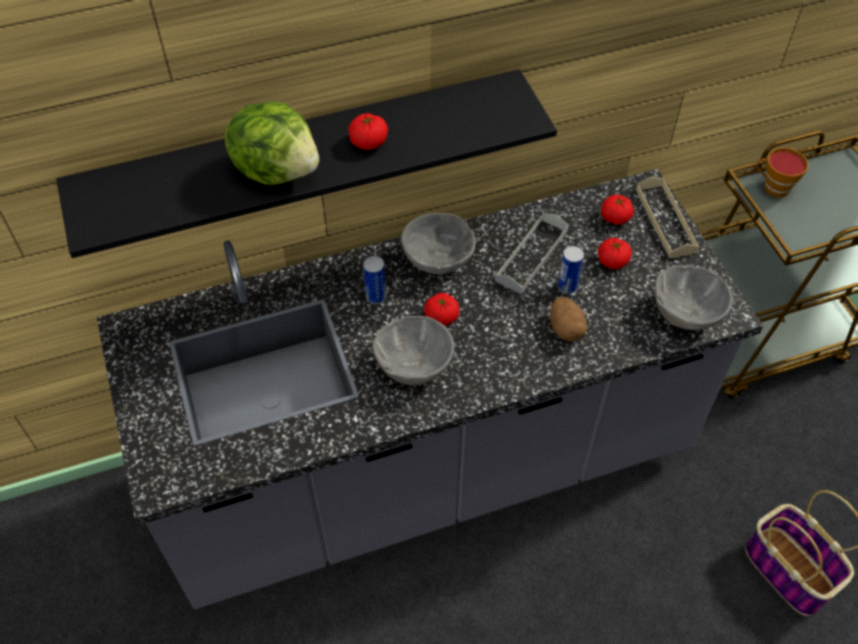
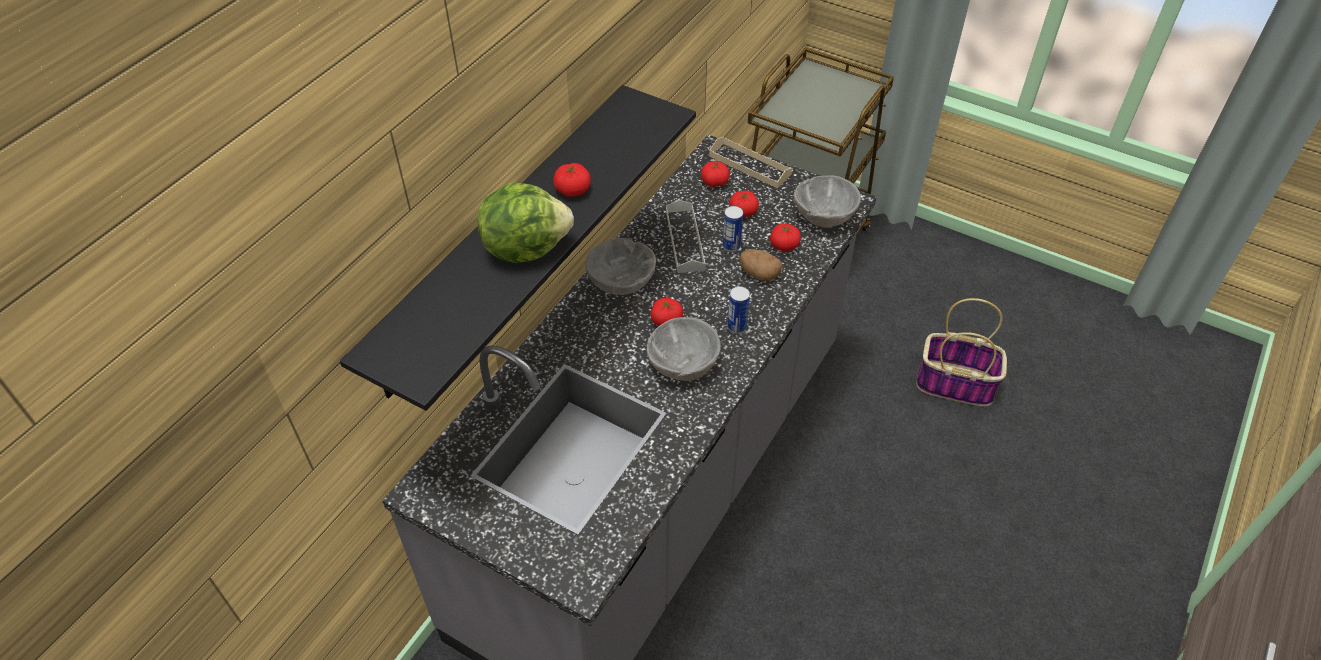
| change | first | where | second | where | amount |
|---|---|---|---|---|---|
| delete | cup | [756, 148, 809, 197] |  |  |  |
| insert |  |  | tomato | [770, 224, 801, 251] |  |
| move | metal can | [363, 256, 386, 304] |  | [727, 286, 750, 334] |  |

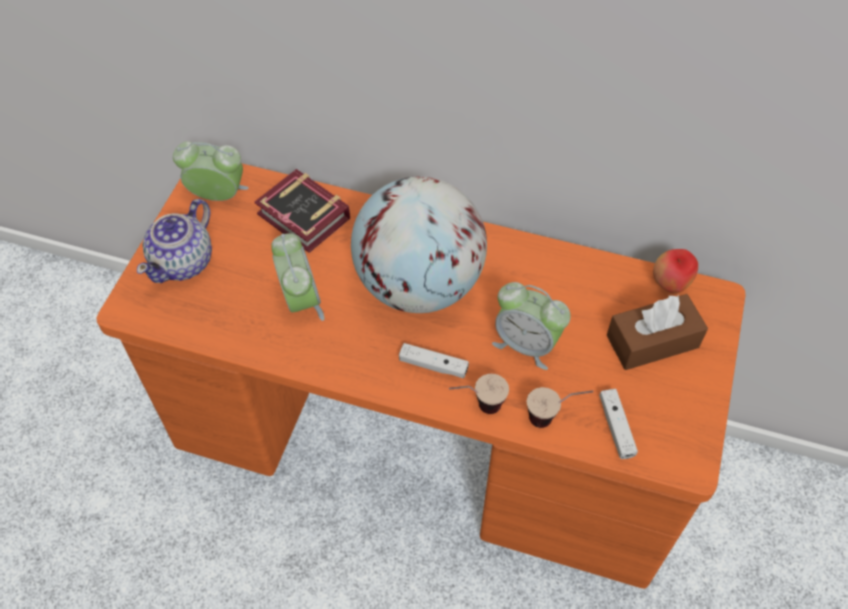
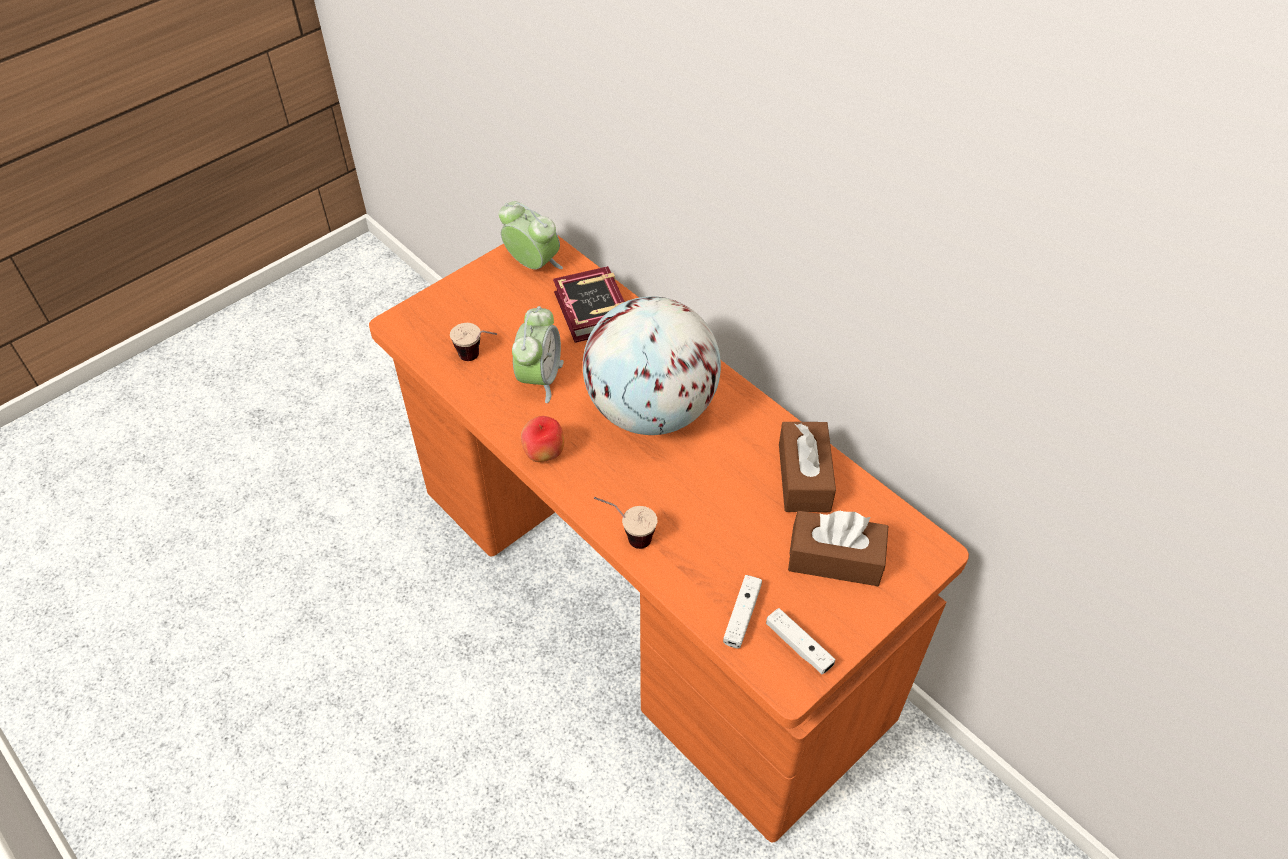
| change | first | where | second | where | amount |
|---|---|---|---|---|---|
| delete | pot for tea | [137, 199, 212, 283] |  |  |  |
| delete | alarm clock | [492, 282, 571, 370] |  |  |  |
| insert |  |  | brown-coloured box of tissues | [779, 422, 836, 512] |  |
| move | whitish joypad | [399, 343, 469, 378] |  | [766, 608, 836, 674] |  |
| move | cup | [527, 387, 593, 428] |  | [450, 323, 497, 361] |  |
| move | apple | [653, 249, 698, 294] |  | [521, 416, 564, 462] |  |

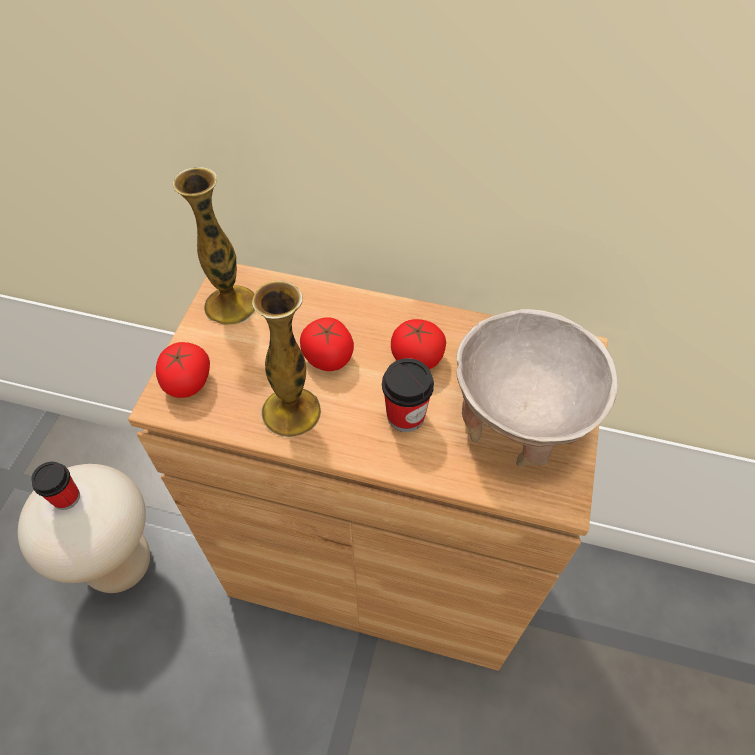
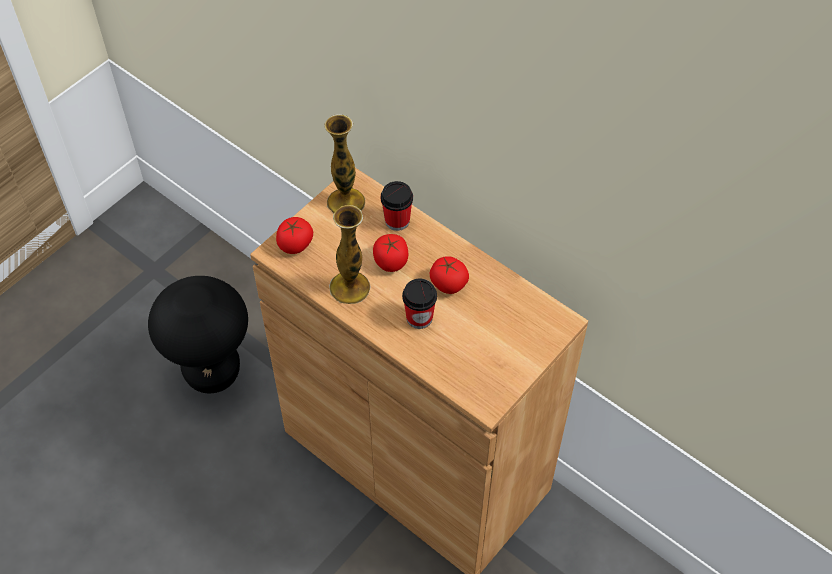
| change | first | where | second | where | amount |
|---|---|---|---|---|---|
| delete | sand-coloured serving bowl | [456, 309, 618, 466] |  |  |  |
| move | cup | [31, 462, 80, 510] |  | [381, 181, 413, 231] |  |
| recolor | sand-coloured stool seat | [18, 464, 150, 593] | black stool seat | [148, 276, 248, 393] |  |

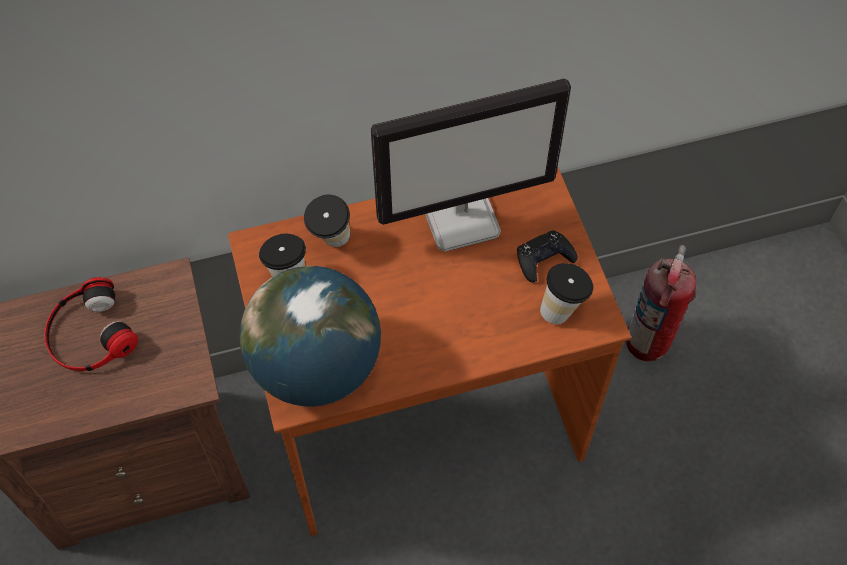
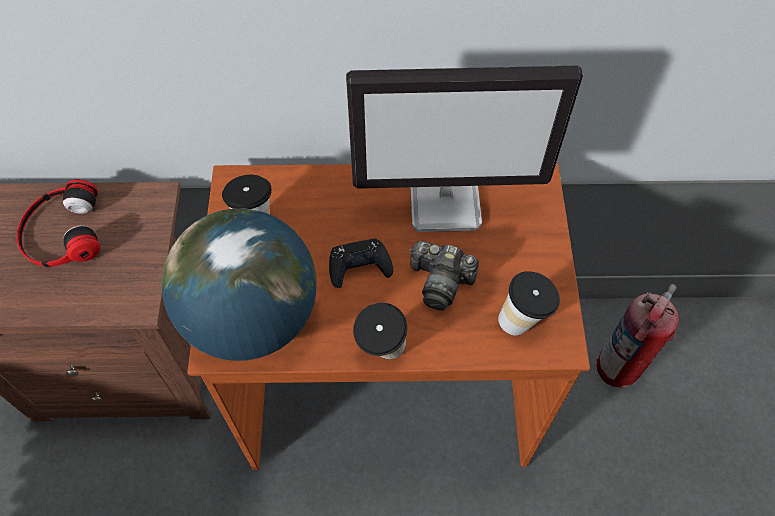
| change | first | where | second | where | amount |
|---|---|---|---|---|---|
| insert |  |  | still camera | [409, 241, 479, 310] |  |
| move | cup | [304, 195, 350, 247] |  | [353, 303, 407, 359] |  |
| move | black joypad | [517, 230, 578, 283] |  | [329, 239, 393, 288] |  |

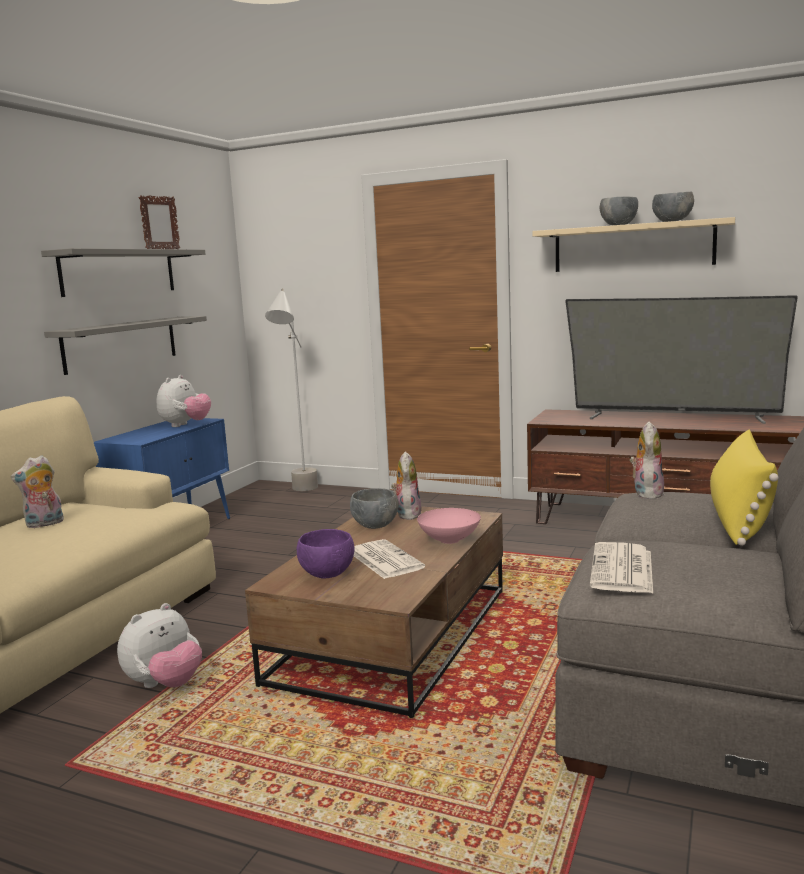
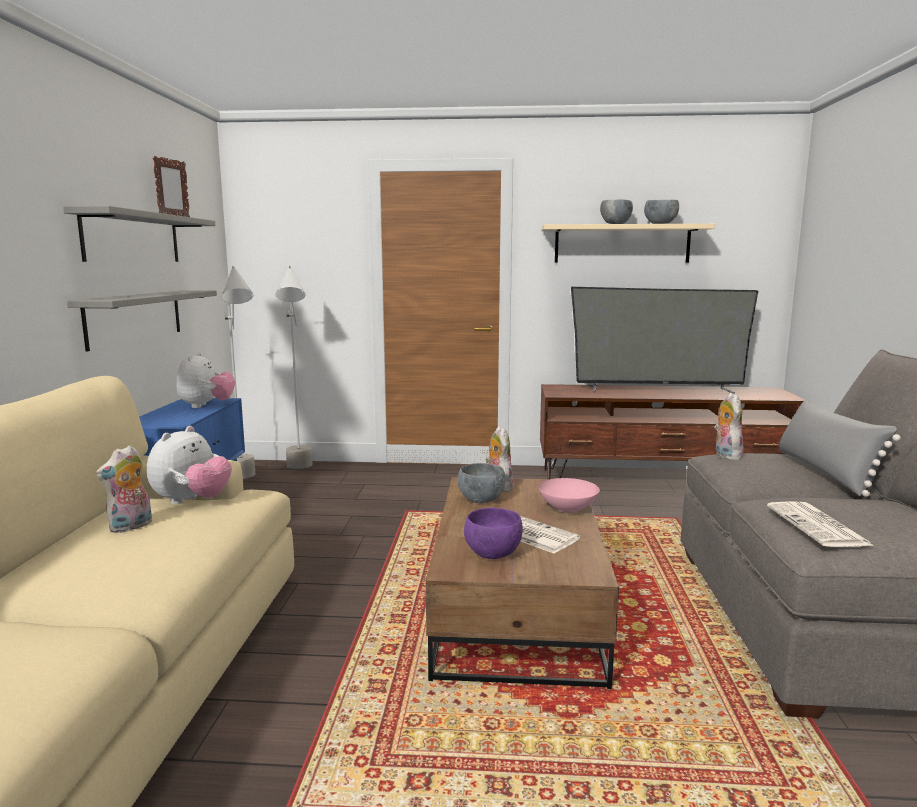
| change | first | where | second | where | amount |
|---|---|---|---|---|---|
| insert |  |  | grey standard lamp | [222, 266, 255, 479] |  |
| move | plush toy | [117, 603, 202, 688] |  | [147, 426, 232, 504] |  |
| recolor | yellowish cushion | [710, 429, 779, 546] | grey cushion | [779, 398, 901, 497] |  |

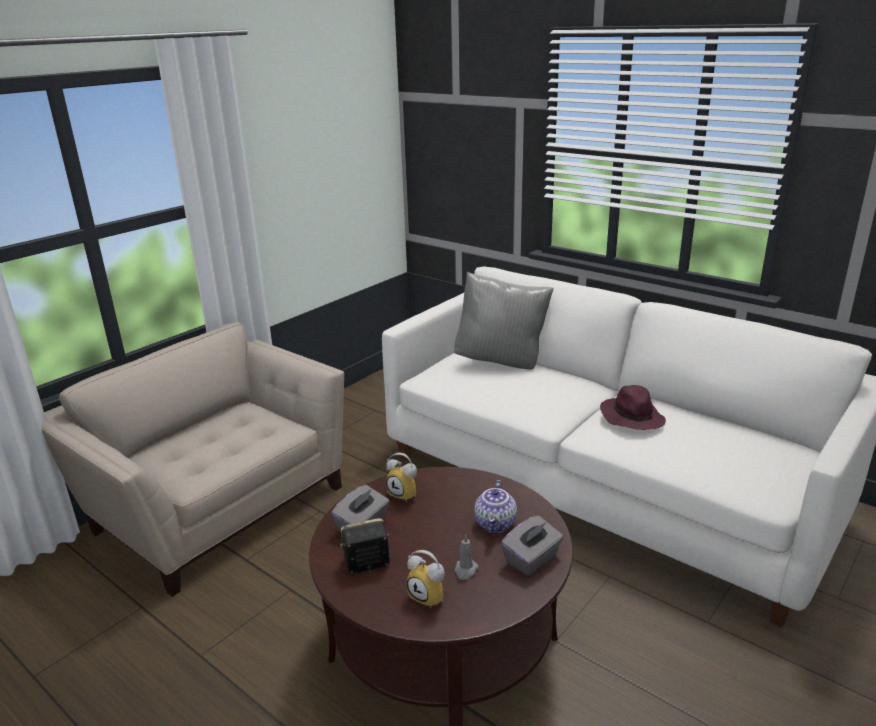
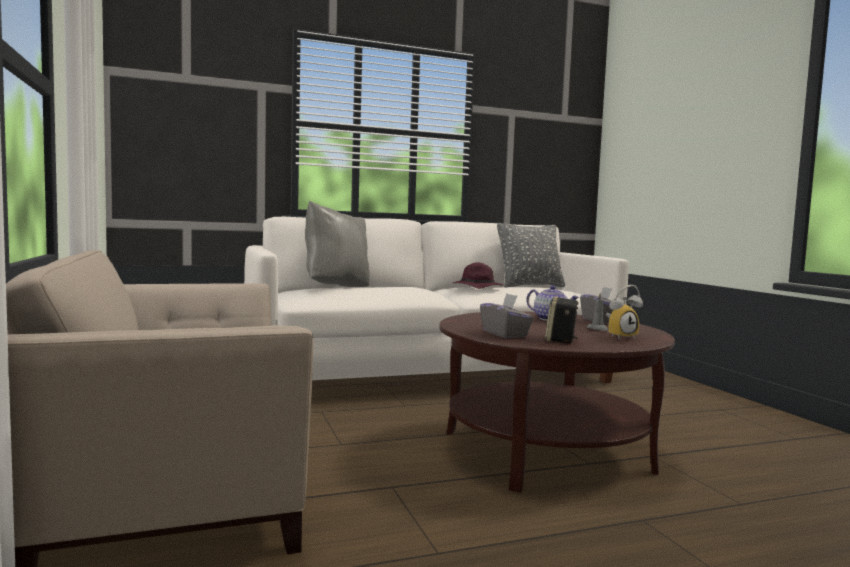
| change | first | where | second | where | amount |
|---|---|---|---|---|---|
| delete | alarm clock | [386, 453, 417, 501] |  |  |  |
| insert |  |  | grey cushion | [497, 223, 565, 288] |  |

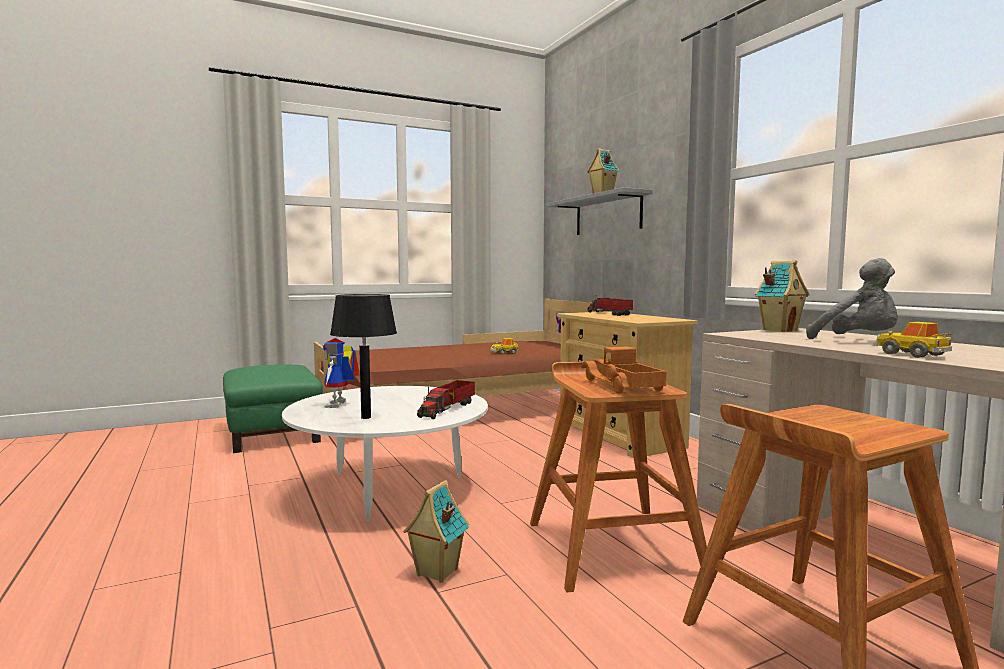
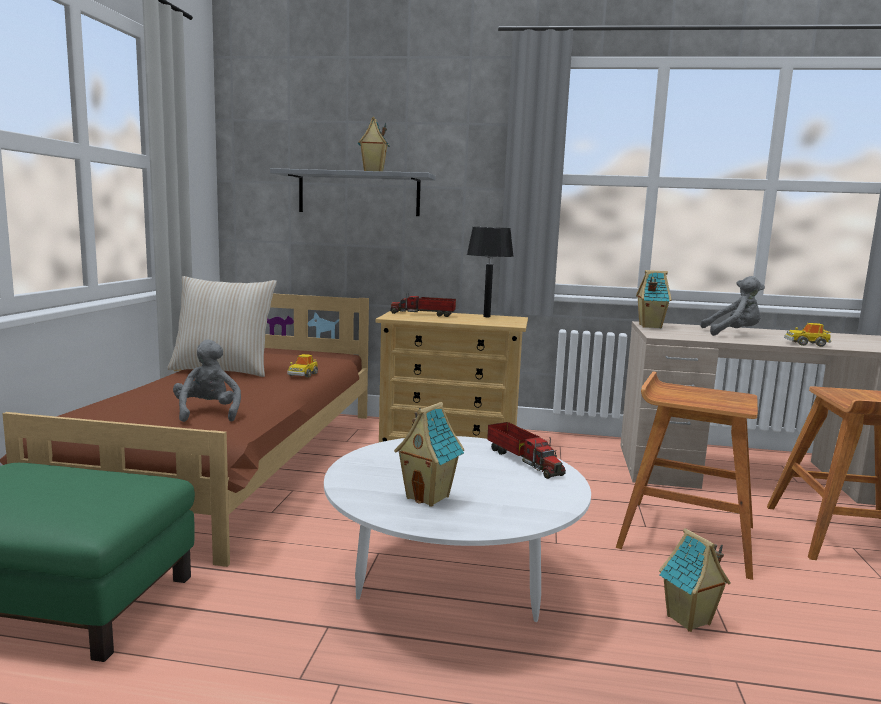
| change | first | where | second | where | amount |
|---|---|---|---|---|---|
| delete | toy lorry | [581, 346, 668, 394] |  |  |  |
| insert |  |  | sand-coloured cushion | [167, 276, 277, 377] |  |
| insert |  |  | grey plush toy | [173, 339, 241, 422] |  |
| move | black tabletop lamp | [330, 294, 397, 419] |  | [467, 227, 514, 317] |  |
| replace | toy robot | [323, 338, 360, 408] | model house | [394, 402, 464, 506] |  |

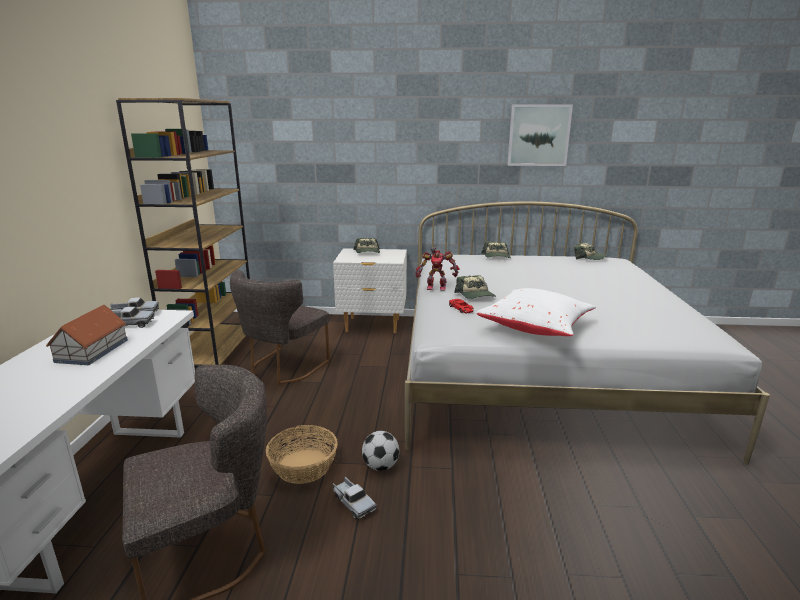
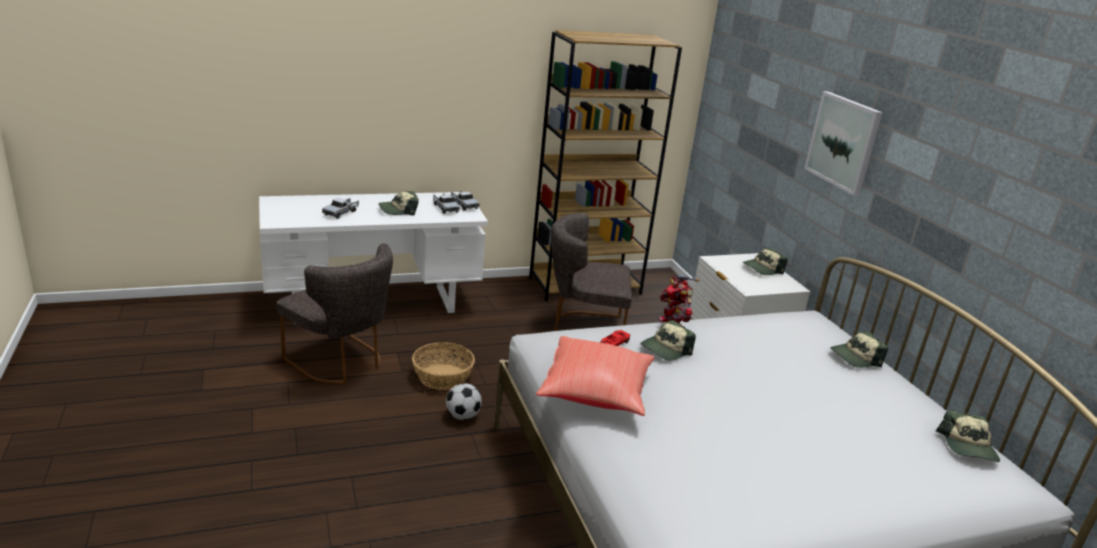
| change | first | where | second | where | amount |
|---|---|---|---|---|---|
| move | toy lorry | [333, 477, 376, 519] |  | [322, 198, 359, 219] |  |
| move | picture | [507, 104, 573, 166] |  | [804, 91, 883, 196] |  |
| replace | model house | [46, 305, 128, 365] | peaked cap | [378, 191, 419, 216] |  |
| recolor | whitish cushion | [476, 288, 596, 336] | red cushion | [536, 336, 655, 416] |  |

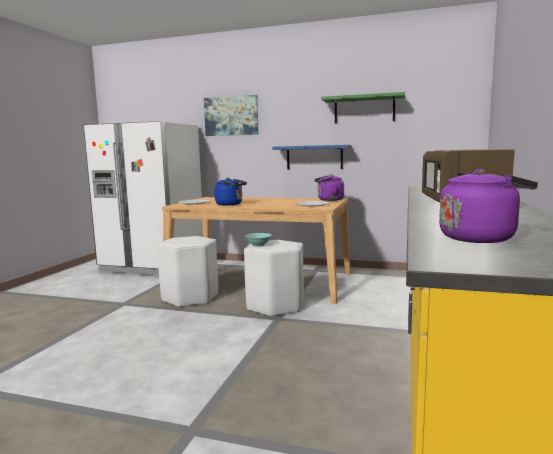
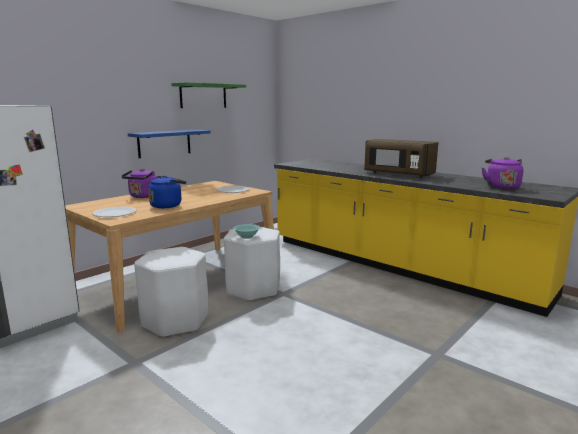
| change | first | where | second | where | amount |
|---|---|---|---|---|---|
| delete | picture | [204, 95, 258, 136] |  |  |  |
| move | purple kettle | [314, 174, 344, 201] |  | [122, 169, 157, 198] |  |

